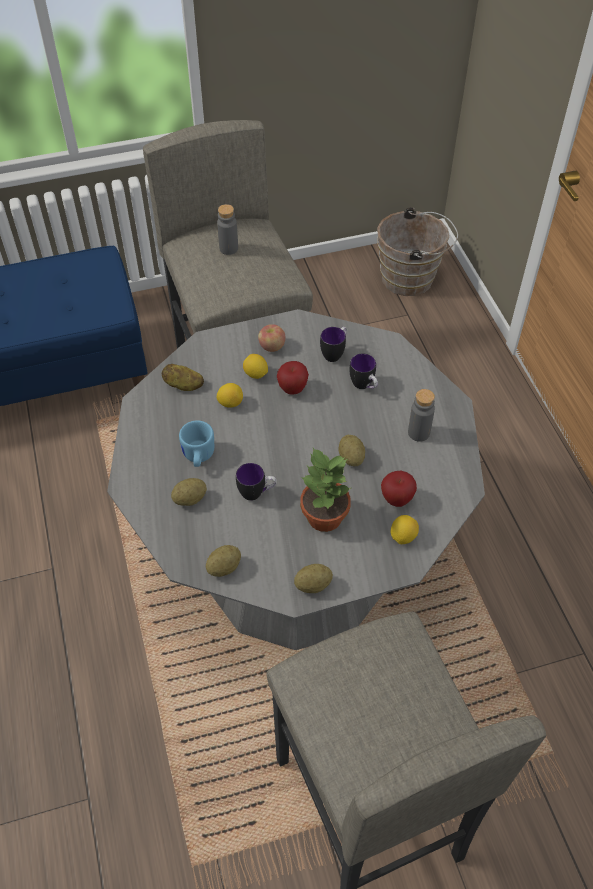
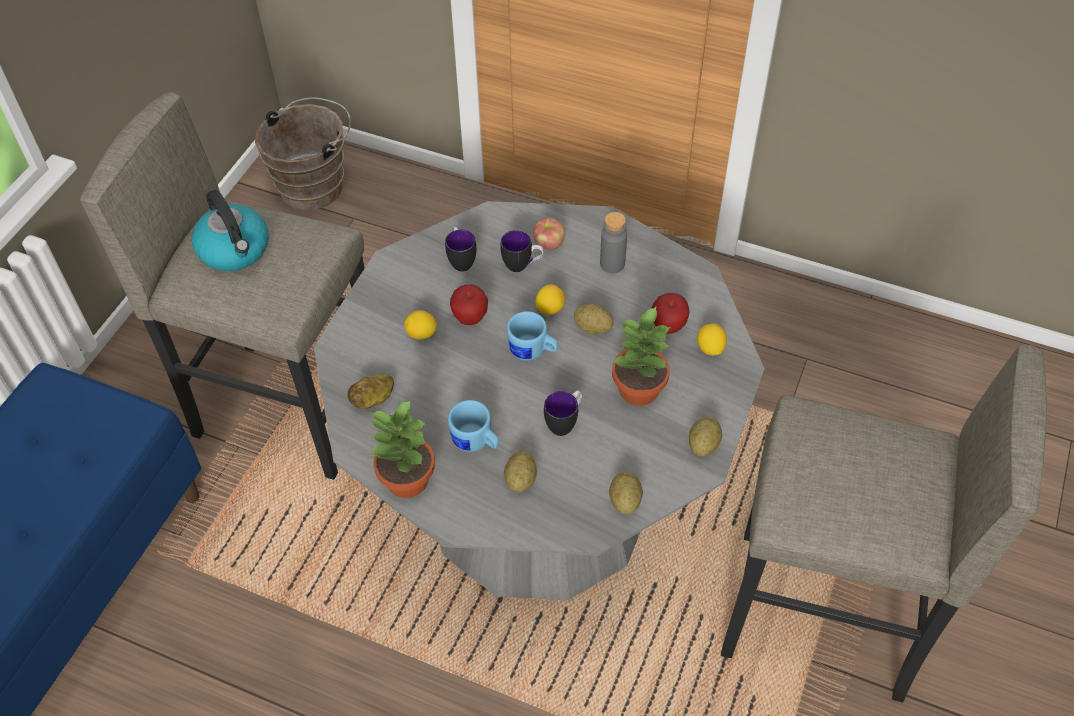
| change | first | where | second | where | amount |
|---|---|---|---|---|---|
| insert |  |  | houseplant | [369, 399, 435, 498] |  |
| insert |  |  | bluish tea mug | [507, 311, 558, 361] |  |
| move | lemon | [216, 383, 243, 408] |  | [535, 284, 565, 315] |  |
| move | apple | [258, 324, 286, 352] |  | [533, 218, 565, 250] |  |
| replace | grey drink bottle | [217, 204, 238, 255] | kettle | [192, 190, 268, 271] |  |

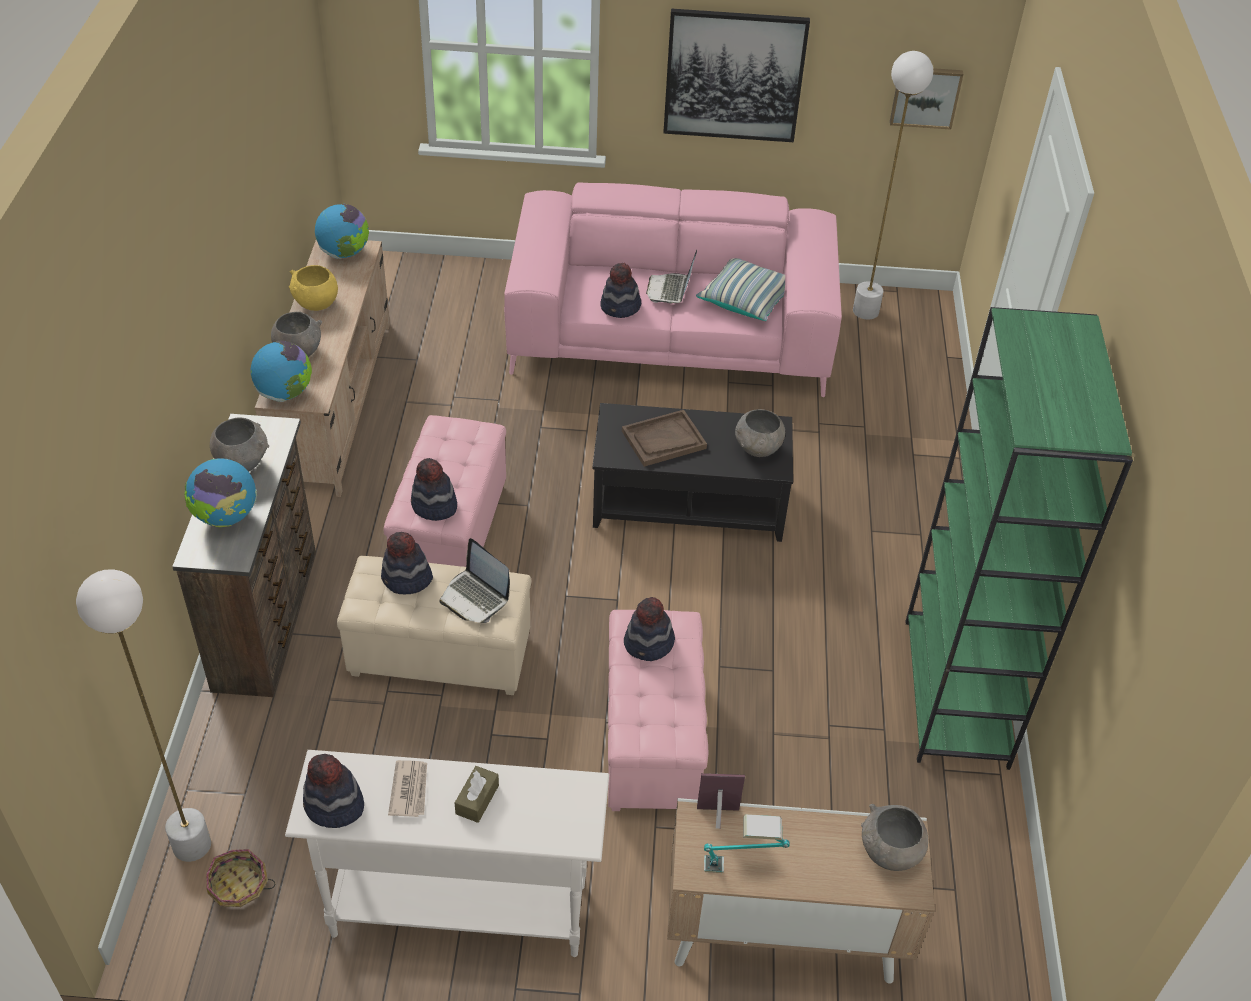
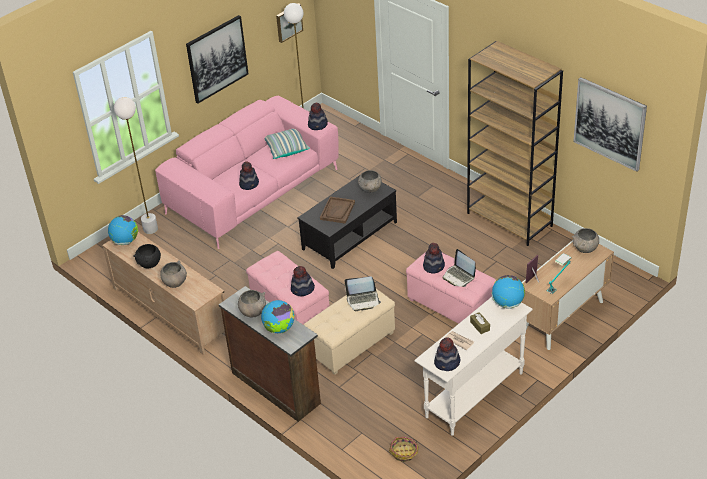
| change | first | where | second | where | amount |
|---|---|---|---|---|---|
| insert |  |  | picture | [573, 77, 647, 172] |  |
| move | whitish standard lamp | [76, 569, 211, 862] |  | [114, 97, 158, 234] |  |
| move | globe | [251, 341, 312, 402] |  | [492, 275, 525, 308] |  |
| move | hat | [381, 532, 433, 595] |  | [308, 102, 328, 130] |  |
| move | notebook computer | [646, 250, 697, 303] |  | [442, 249, 476, 287] |  |
| recolor | yellowish serving bowl | [289, 265, 338, 311] | black serving bowl | [133, 244, 161, 268] |  |
| recolor | green-coloured bookshelf | [905, 307, 1133, 770] | brown-coloured bookshelf | [467, 41, 563, 246] |  |

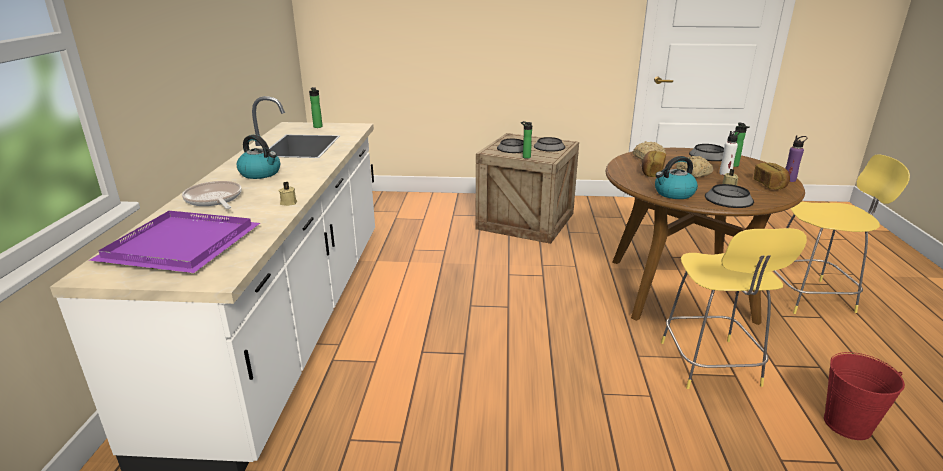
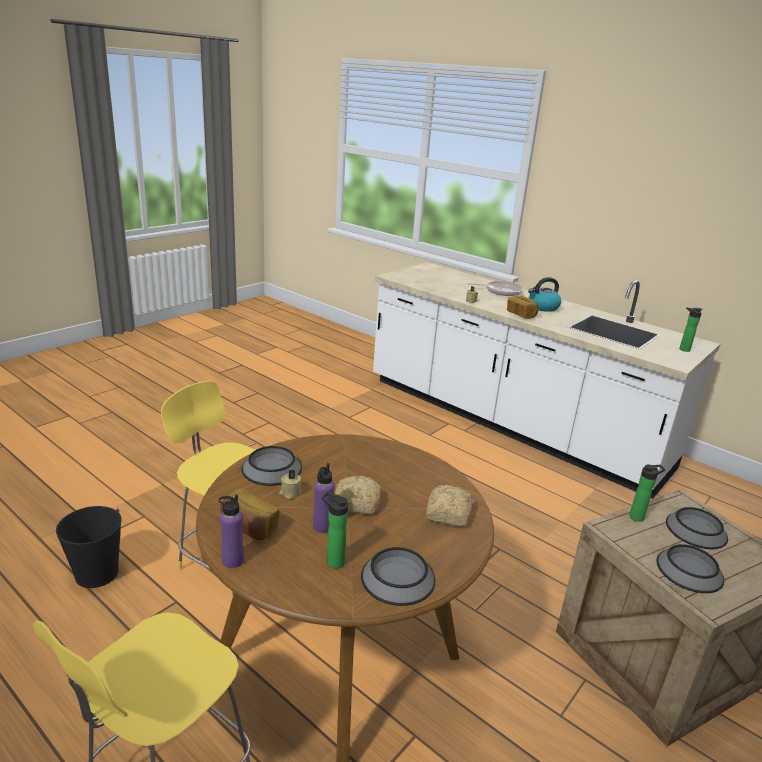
| change | first | where | second | where | amount |
|---|---|---|---|---|---|
| delete | purple tray | [89, 211, 260, 273] |  |  |  |
| delete | kettle | [655, 156, 698, 199] |  |  |  |
| move | bakery bread | [642, 151, 666, 177] |  | [507, 296, 538, 319] |  |
| recolor | whitish drink bottle | [719, 130, 740, 175] | purple drink bottle | [313, 463, 335, 533] |  |
| recolor | red bucket | [824, 352, 905, 440] | black bucket | [56, 506, 122, 588] |  |

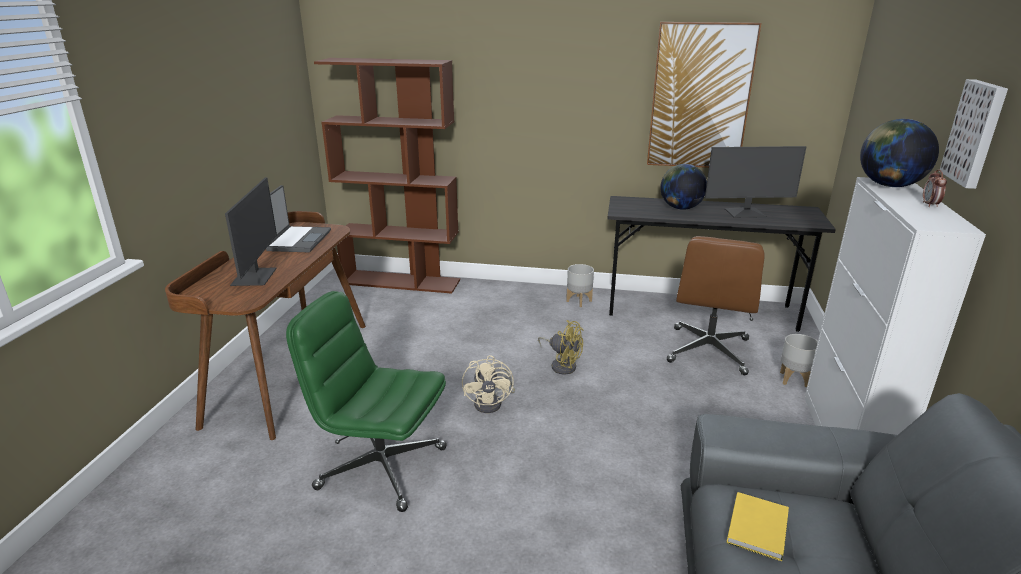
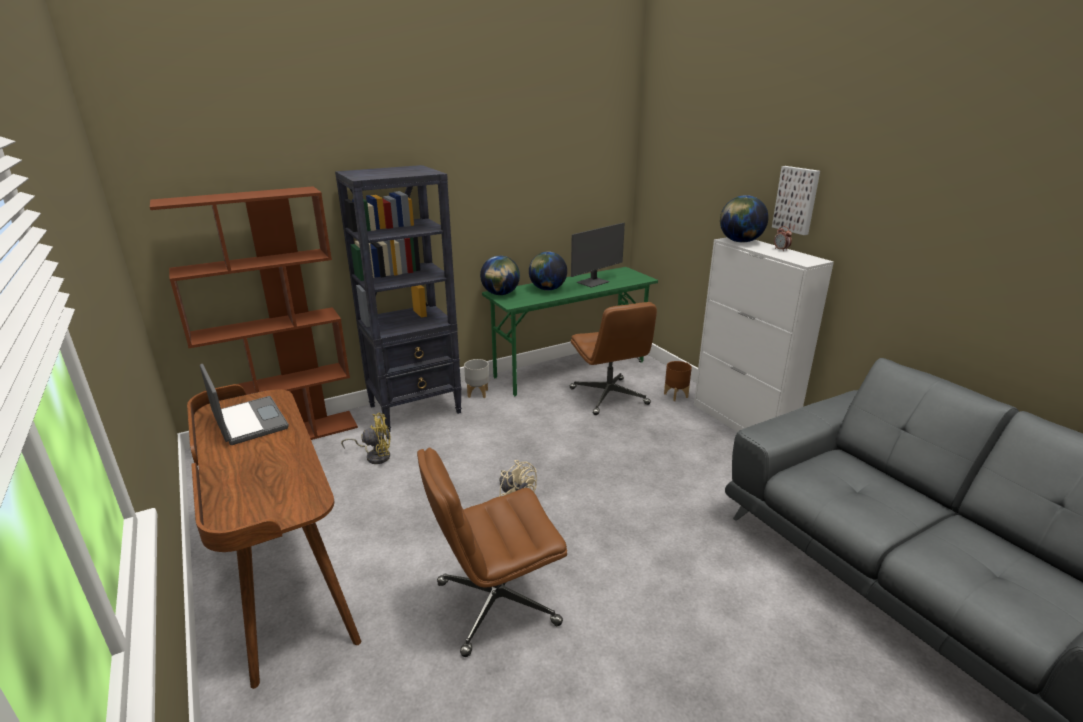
| change | first | where | second | where | amount |
|---|---|---|---|---|---|
| delete | monitor | [225, 177, 277, 286] |  |  |  |
| delete | picture | [647, 22, 761, 168] |  |  |  |
| delete | yellowish bound book | [727, 492, 789, 561] |  |  |  |
| insert |  |  | black bookshelf | [335, 165, 462, 432] |  |
| insert |  |  | globe | [480, 256, 520, 295] |  |
| move | yellowish cooling fan | [538, 320, 583, 375] |  | [341, 413, 391, 464] |  |
| recolor | green-coloured computer chair | [286, 291, 447, 512] | brown-coloured computer chair | [417, 448, 567, 657] |  |
| recolor | grey desk unit | [607, 196, 836, 332] | green-coloured desk unit | [482, 267, 658, 396] |  |
| recolor | grey planter | [780, 334, 818, 388] | brown-coloured planter | [664, 361, 692, 401] |  |

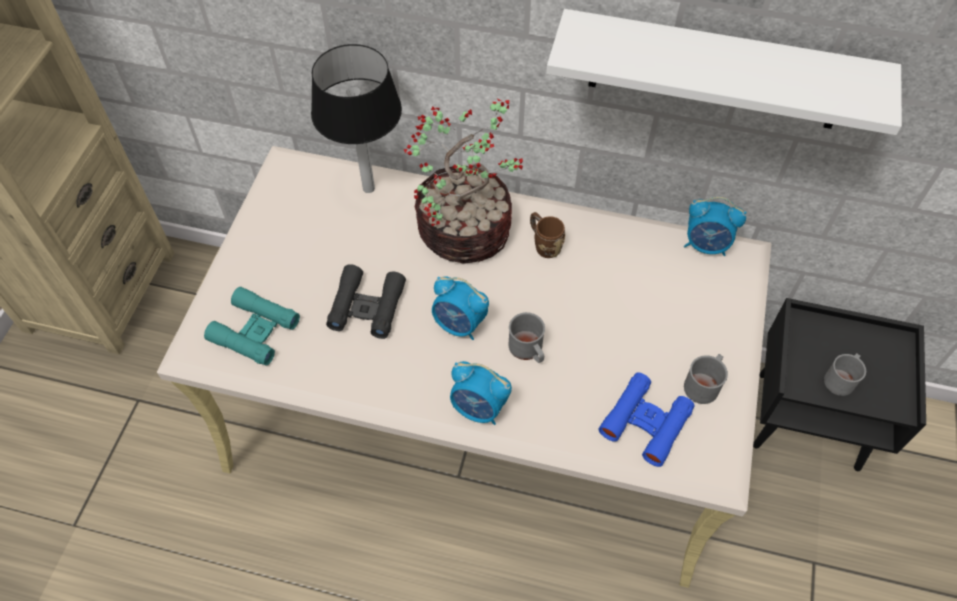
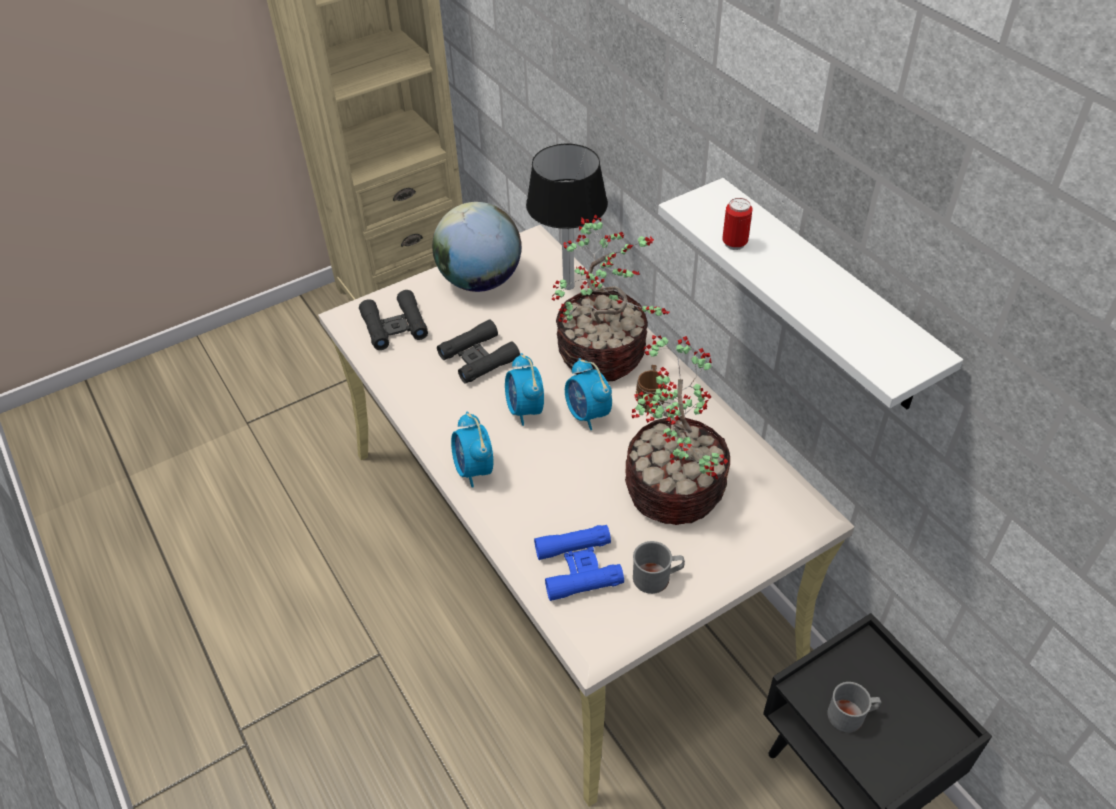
| change | first | where | second | where | amount |
|---|---|---|---|---|---|
| delete | grey tea mug | [509, 312, 545, 363] |  |  |  |
| insert |  |  | globe | [432, 202, 521, 292] |  |
| insert |  |  | houseplant | [625, 335, 730, 525] |  |
| insert |  |  | metal can | [722, 198, 753, 250] |  |
| move | alarm clock | [684, 197, 747, 256] |  | [565, 358, 612, 430] |  |
| recolor | turquoise pair of binoculars | [204, 287, 300, 366] | black pair of binoculars | [359, 290, 428, 350] |  |

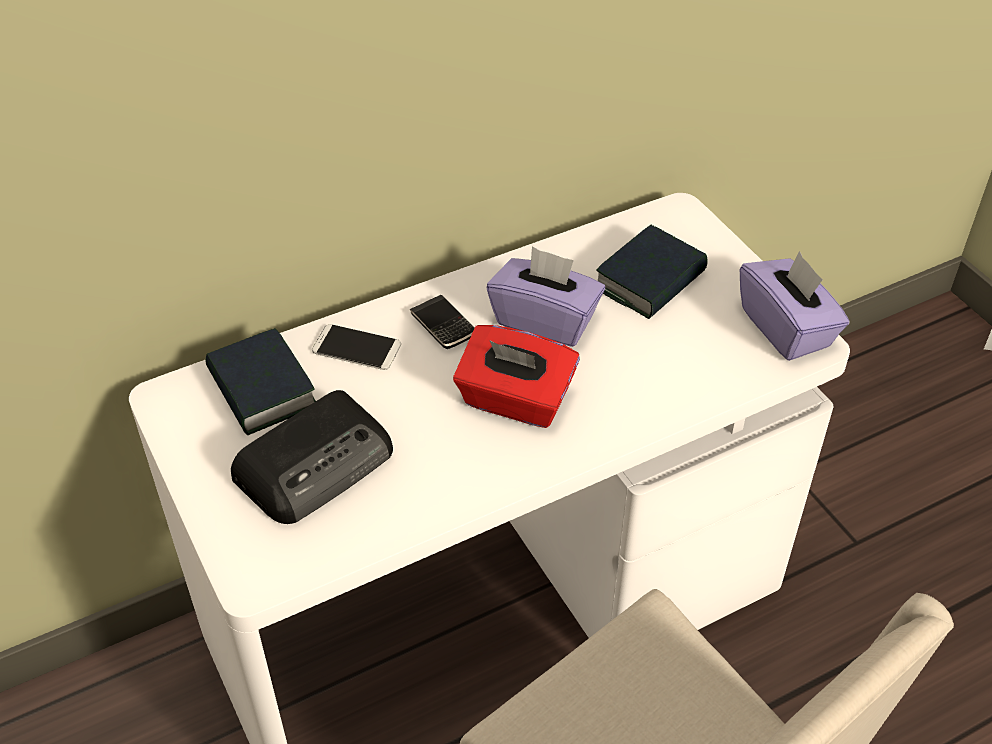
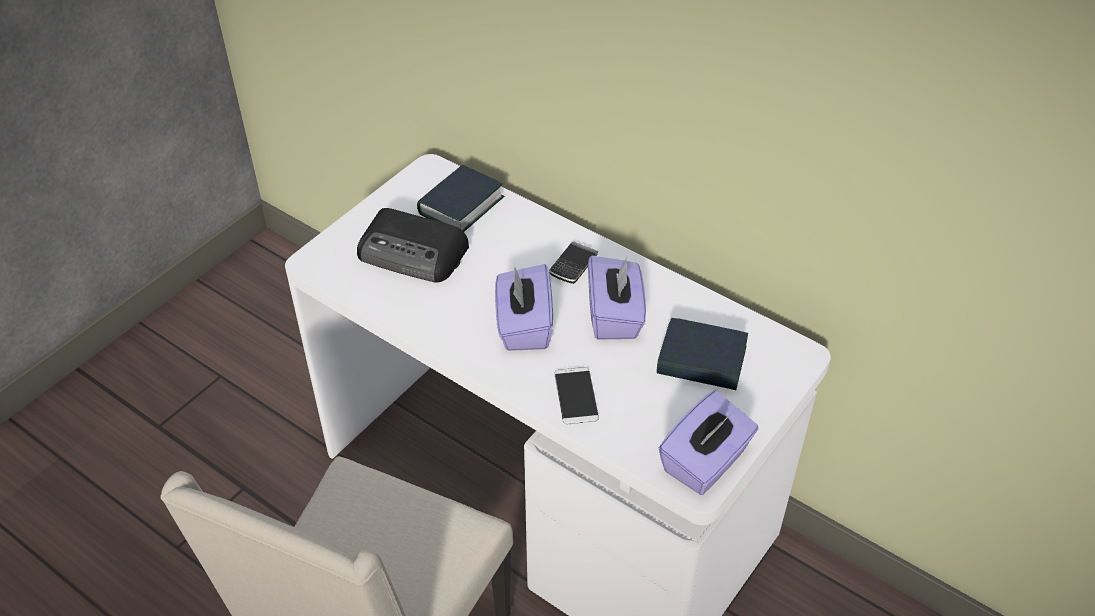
| change | first | where | second | where | amount |
|---|---|---|---|---|---|
| move | handset | [312, 324, 401, 370] |  | [555, 367, 599, 425] |  |
| recolor | red box of tissues | [453, 325, 580, 428] | purple box of tissues | [495, 264, 553, 351] |  |

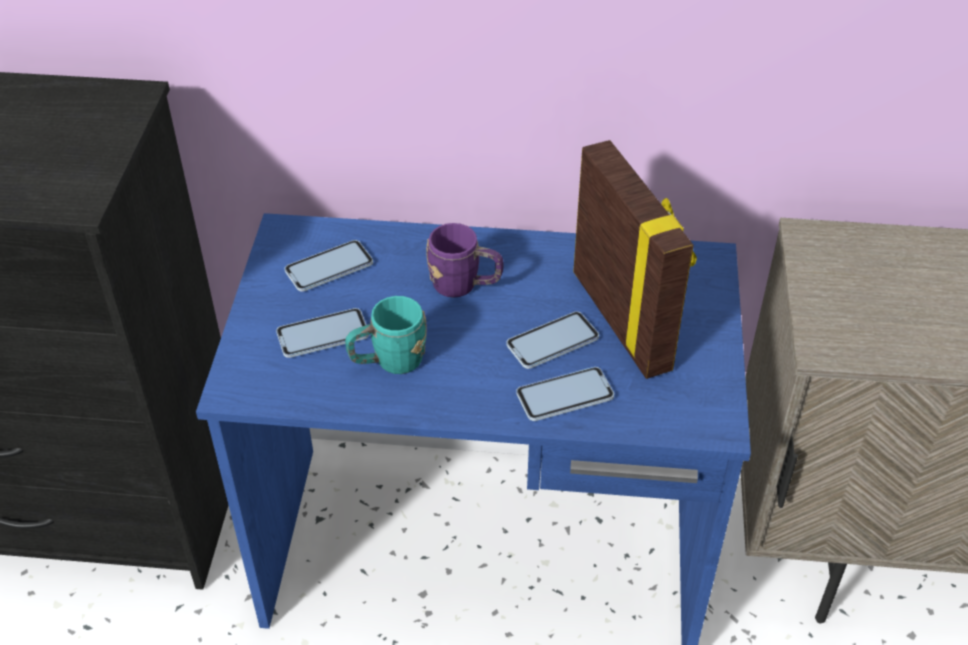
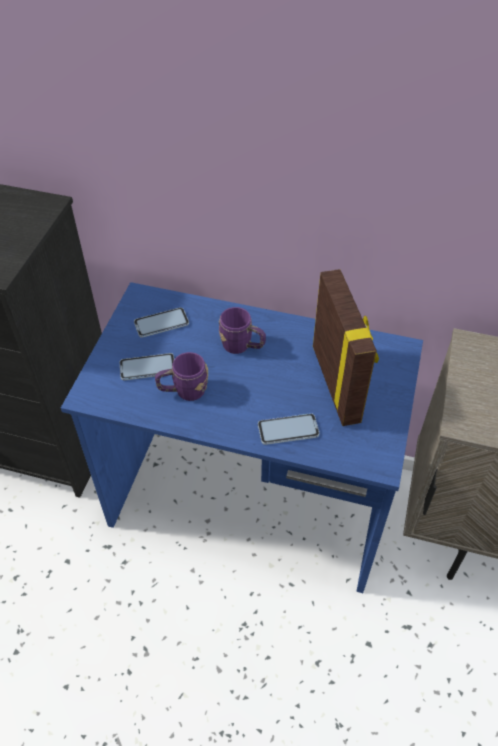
| change | first | where | second | where | amount |
|---|---|---|---|---|---|
| delete | handset | [507, 311, 599, 369] |  |  |  |
| recolor | turquoise tea mug | [345, 296, 427, 374] | purple tea mug | [155, 352, 208, 401] |  |

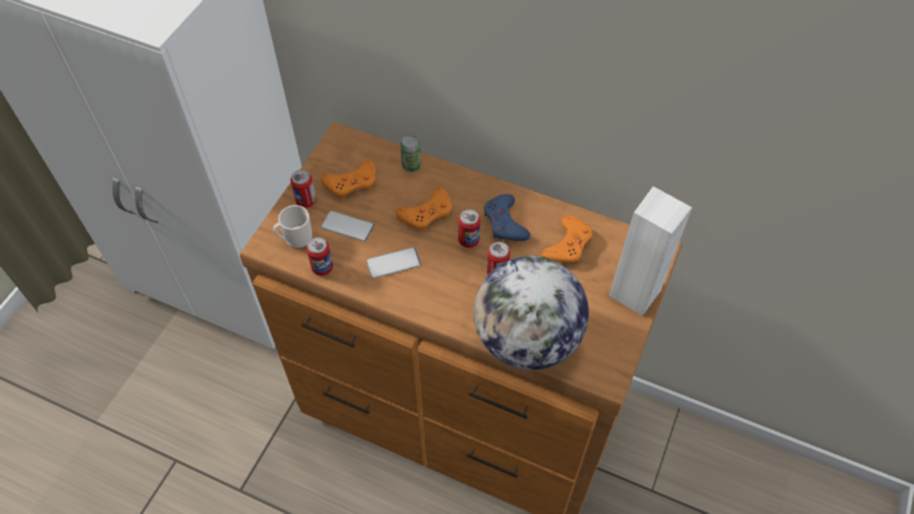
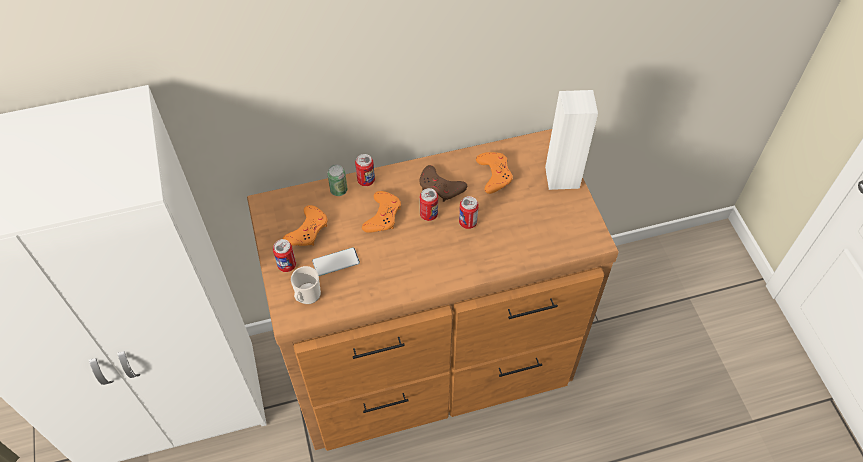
| change | first | where | second | where | amount |
|---|---|---|---|---|---|
| delete | handset | [366, 247, 421, 279] |  |  |  |
| delete | globe | [474, 256, 589, 370] |  |  |  |
| move | metal can | [306, 237, 333, 276] |  | [355, 154, 375, 186] |  |
| recolor | bluish joypad | [484, 194, 530, 241] | brown-coloured joypad | [419, 165, 467, 202] |  |

